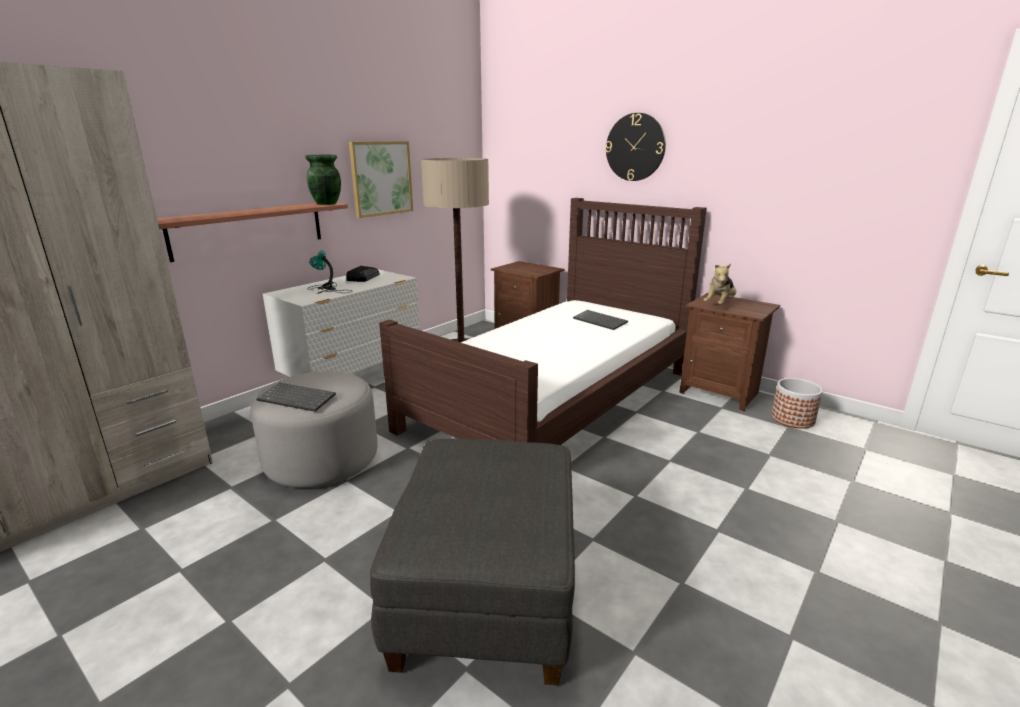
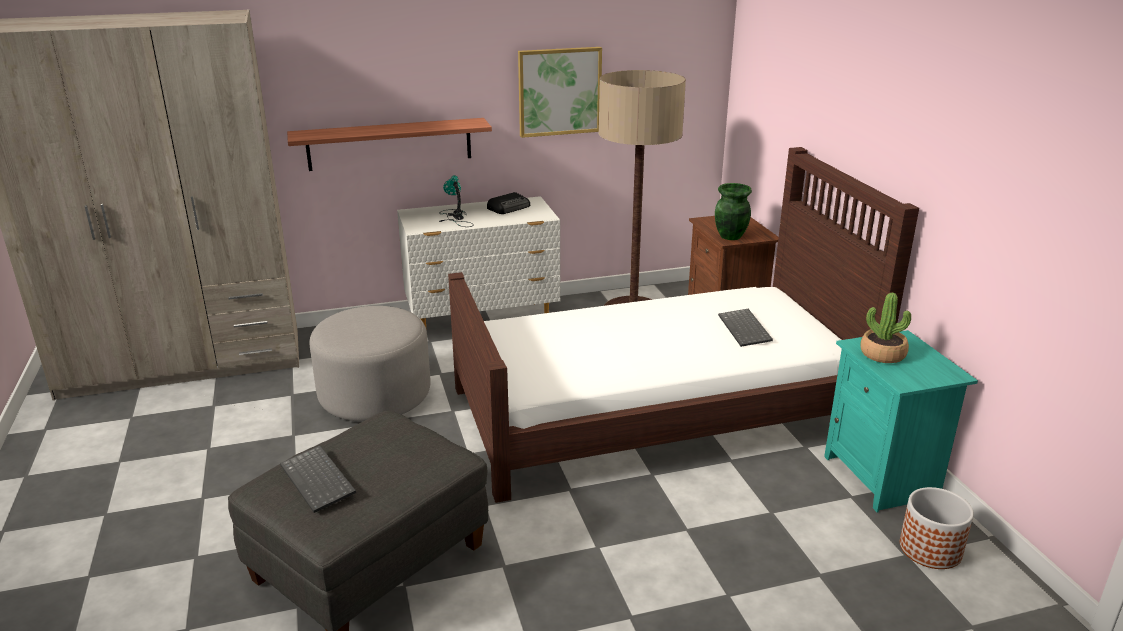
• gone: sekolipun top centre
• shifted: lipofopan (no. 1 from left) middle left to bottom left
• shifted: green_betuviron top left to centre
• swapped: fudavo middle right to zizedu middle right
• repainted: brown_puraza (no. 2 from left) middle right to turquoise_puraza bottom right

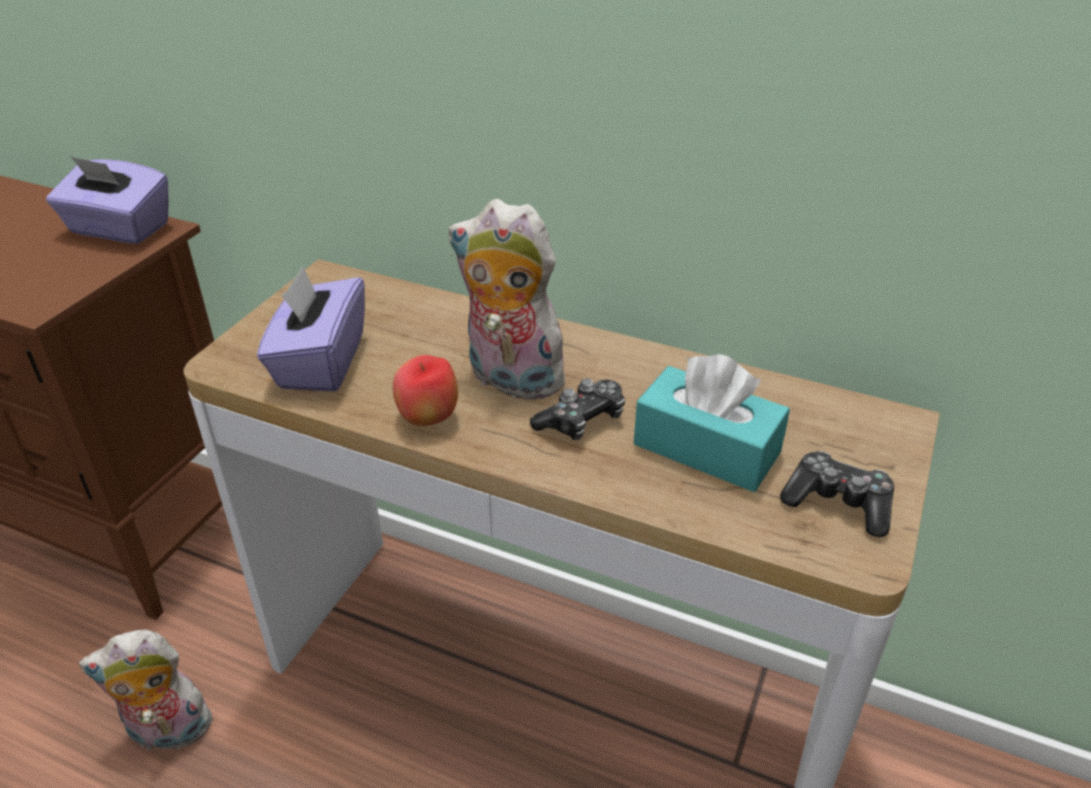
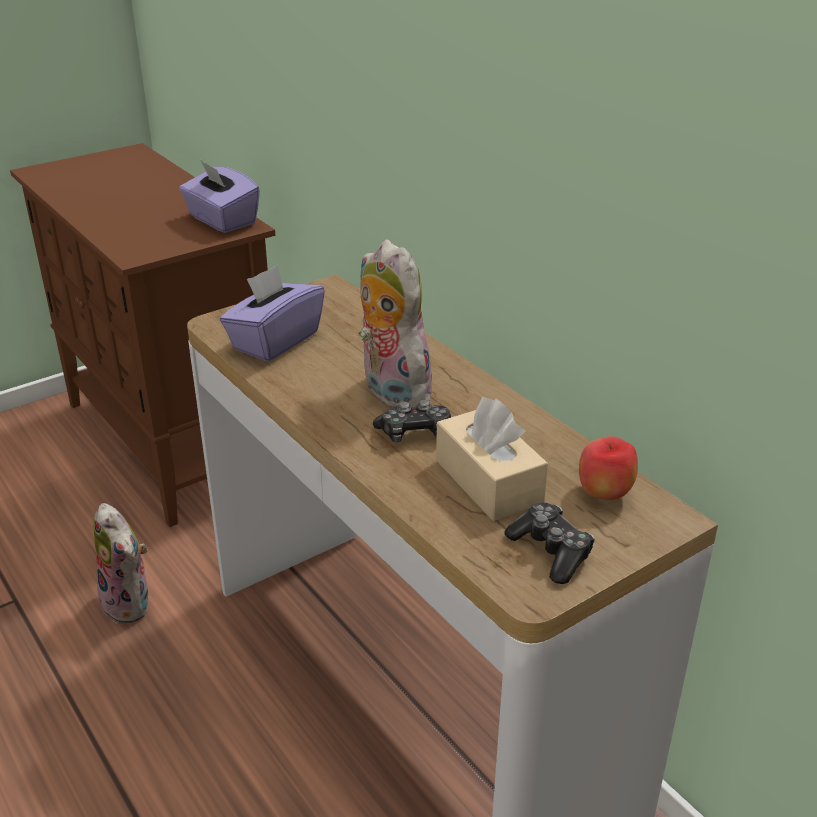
• shifted: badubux centre to middle right
• repainted: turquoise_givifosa centre to beige_givifosa centre
• rotated: fudavo (no. 1 from left) bottom left = bottom left 150 degrees counterclockwise

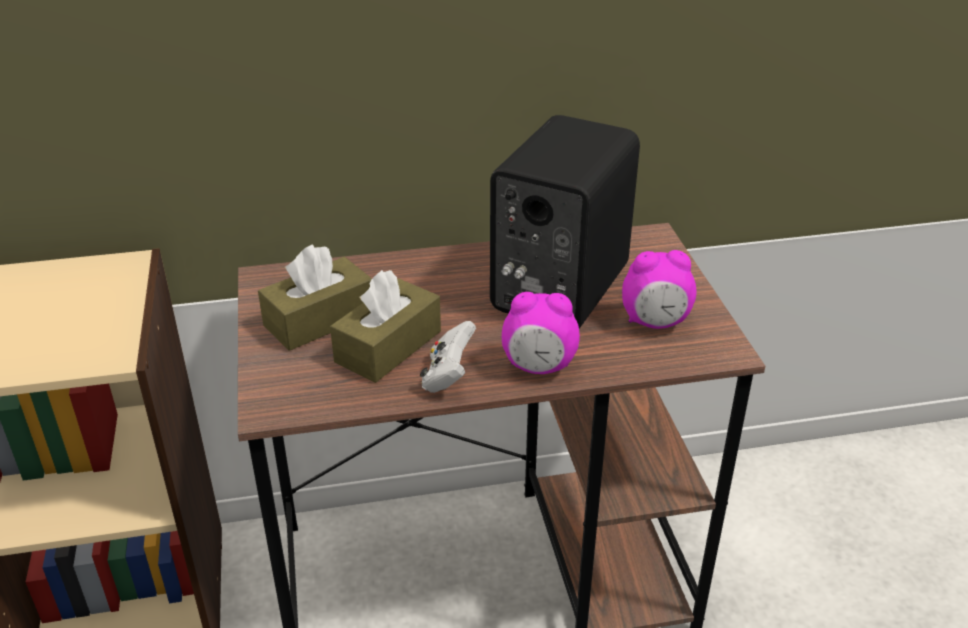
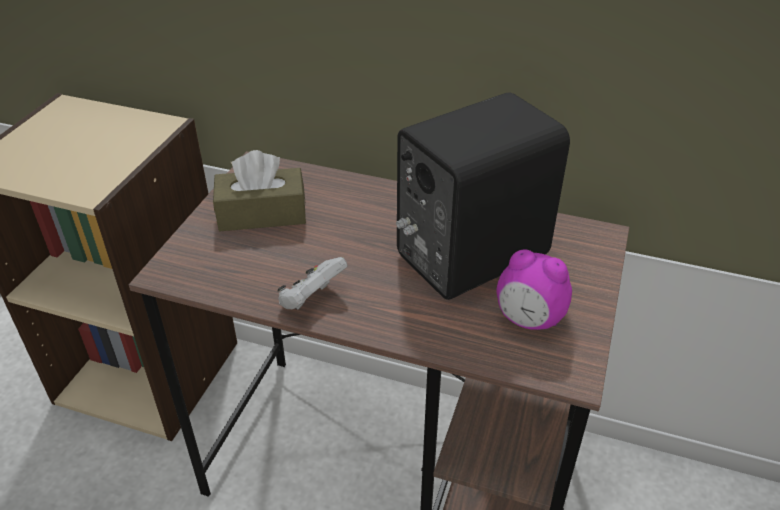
• gone: brown_givifosa (no. 2 from left) centre
• gone: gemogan (no. 1 from left) centre

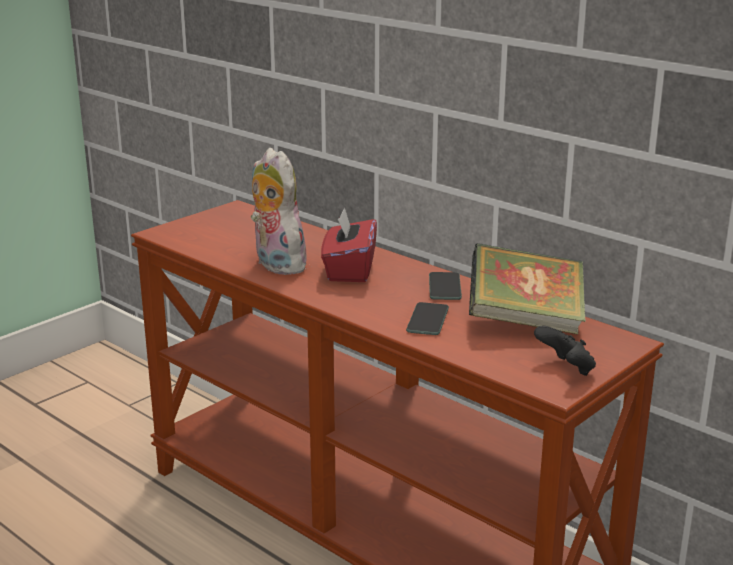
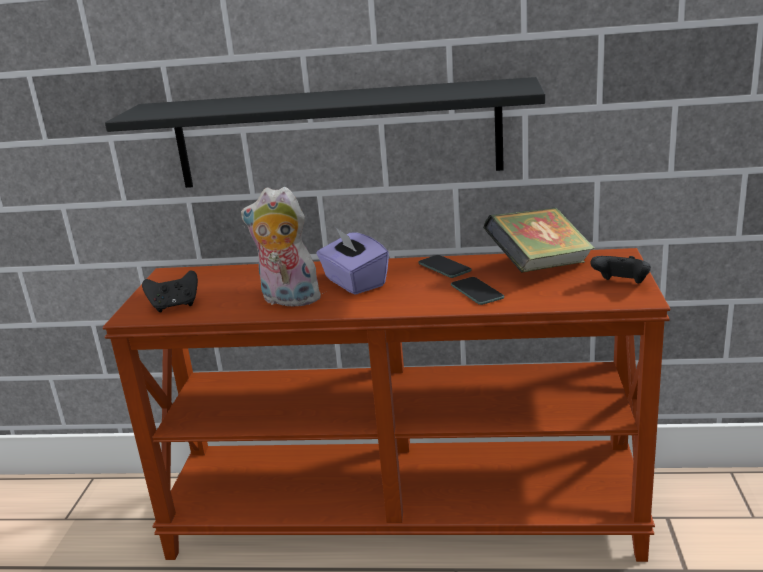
• new: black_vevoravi top centre
• new: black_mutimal (no. 1 from left) middle left
• repainted: red_givifosa centre to purple_givifosa centre

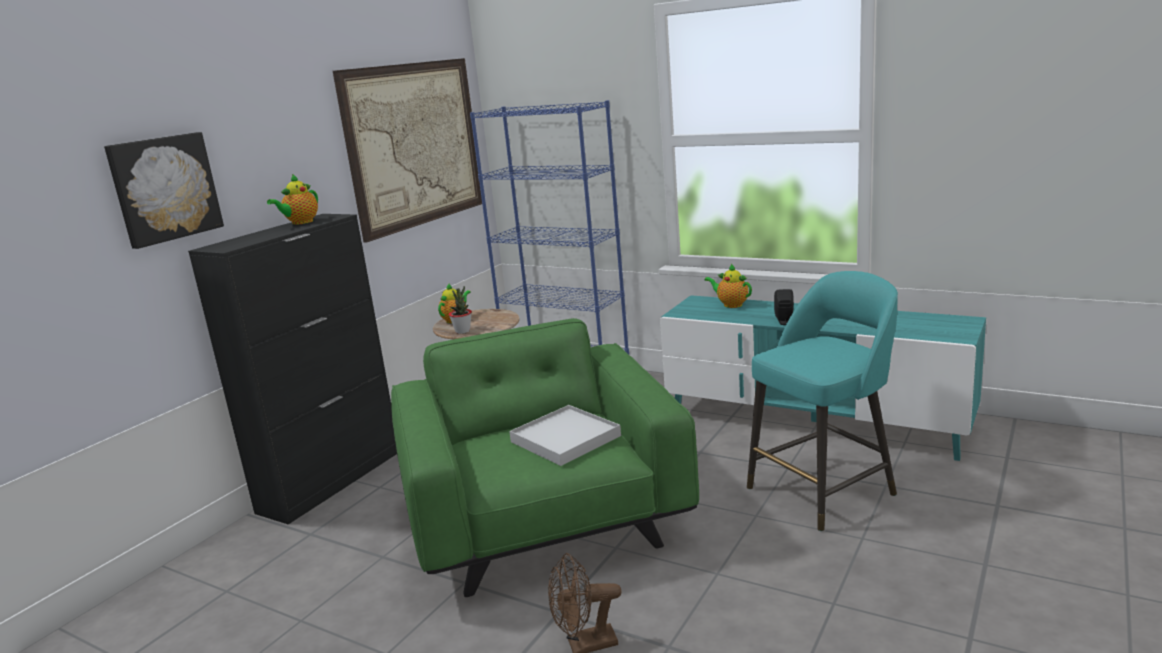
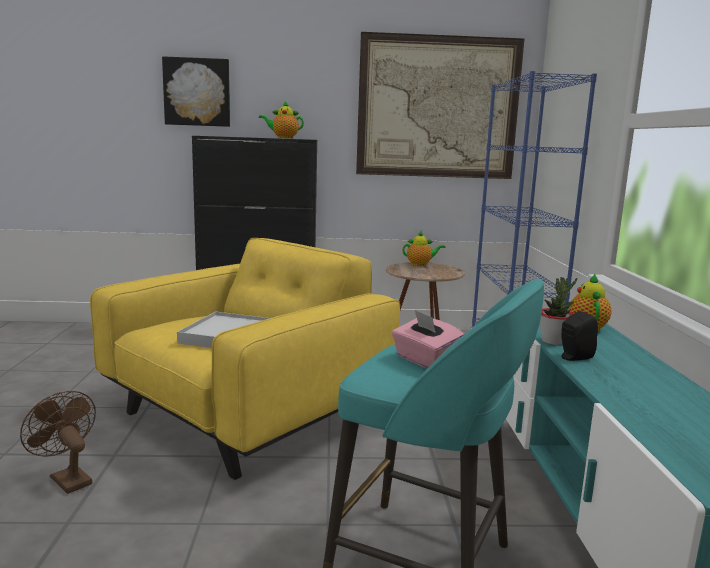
• new: pink_givifosa centre
• shifted: zizedu centre to middle right
• repainted: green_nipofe bottom centre to yellow_nipofe centre

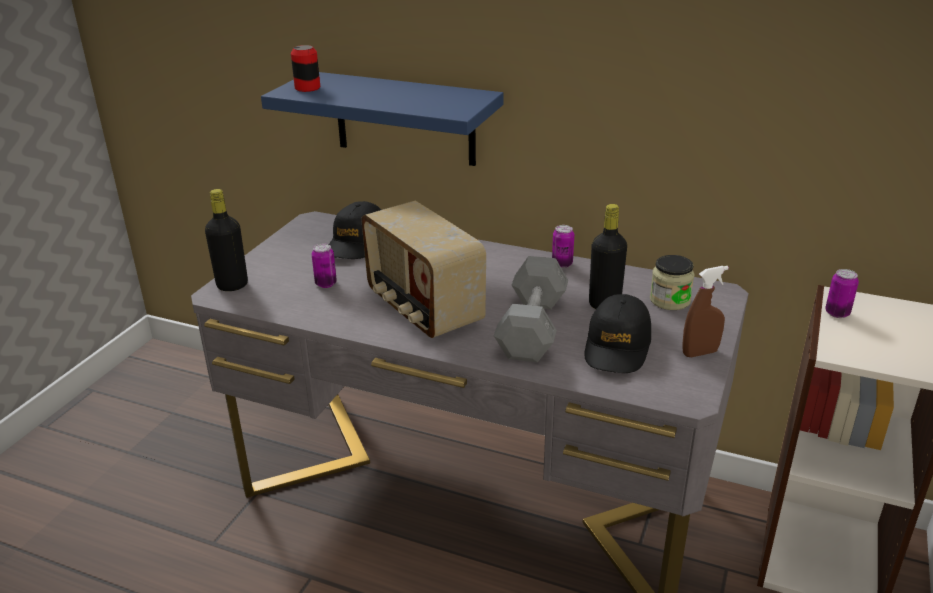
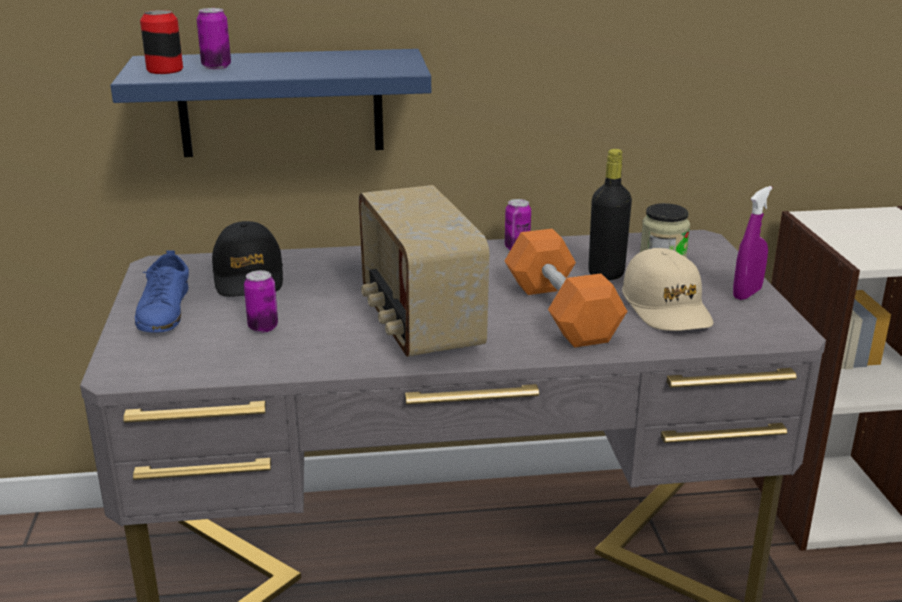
• gone: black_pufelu (no. 1 from left) middle left
• new: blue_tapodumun middle left
• shifted: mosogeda (no. 4 from left in the first image) middle right to mosogeda (no. 2 from left) top left
• repainted: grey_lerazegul centre to orange_lerazegul centre
• repainted: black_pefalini (no. 2 from left) centre to beige_pefalini middle right
• repainted: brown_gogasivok middle right to purple_gogasivok middle right
• rotated: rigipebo centre = centre 45 degrees clockwise

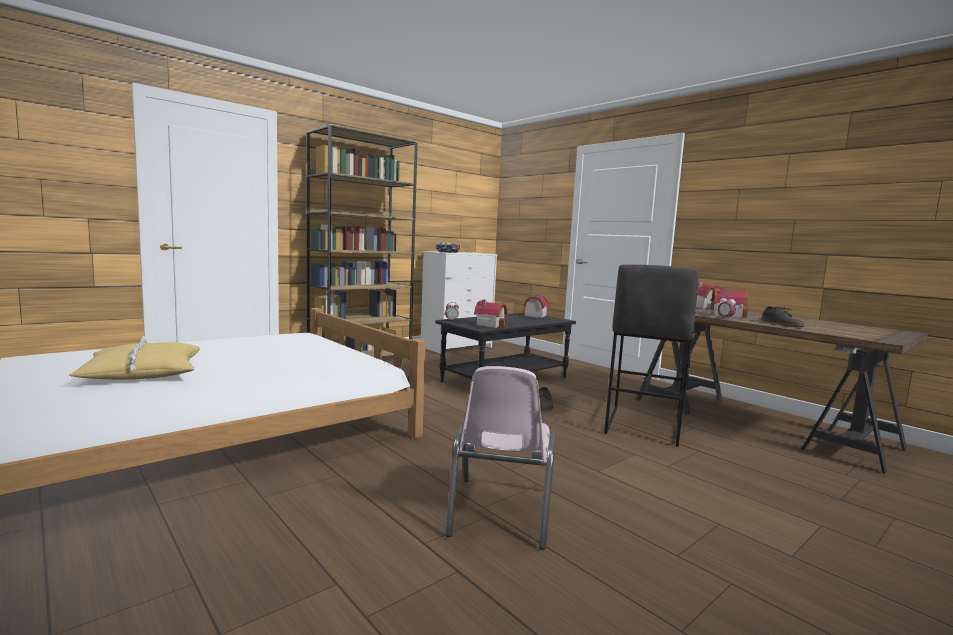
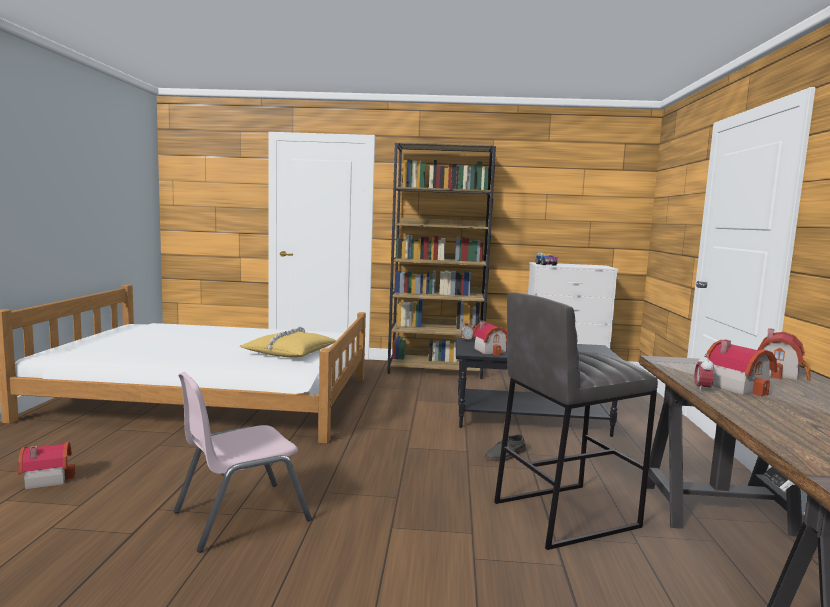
• gone: grey_tapodumun (no. 2 from left) middle right
• shifted: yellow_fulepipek middle left to centre
• shifted: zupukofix (no. 2 from left in the first image) centre to zupukofix (no. 1 from left) bottom left

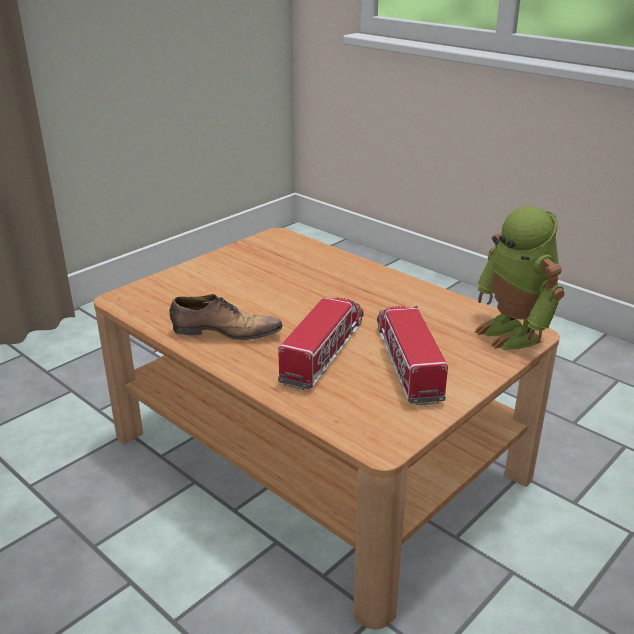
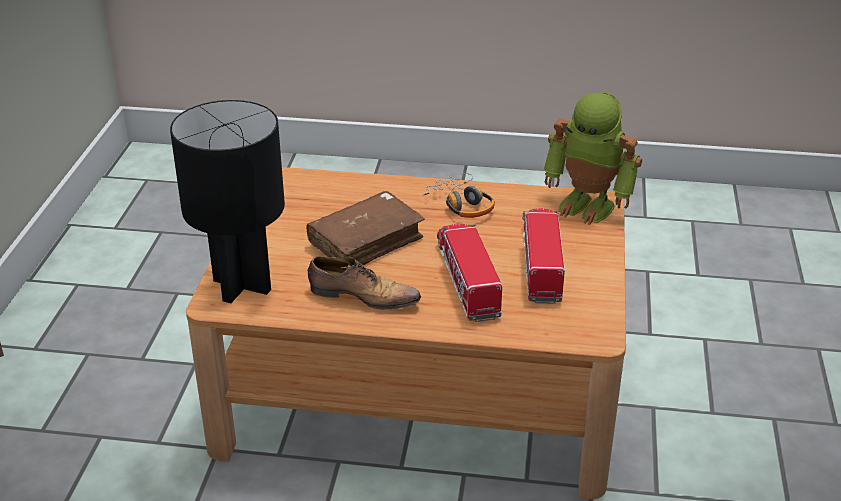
• new: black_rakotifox middle left
• new: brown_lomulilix centre
• new: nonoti centre
• rotated: tapodumun centre = centre 45 degrees clockwise
• rotated: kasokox (no. 2 from left) centre = centre 45 degrees clockwise

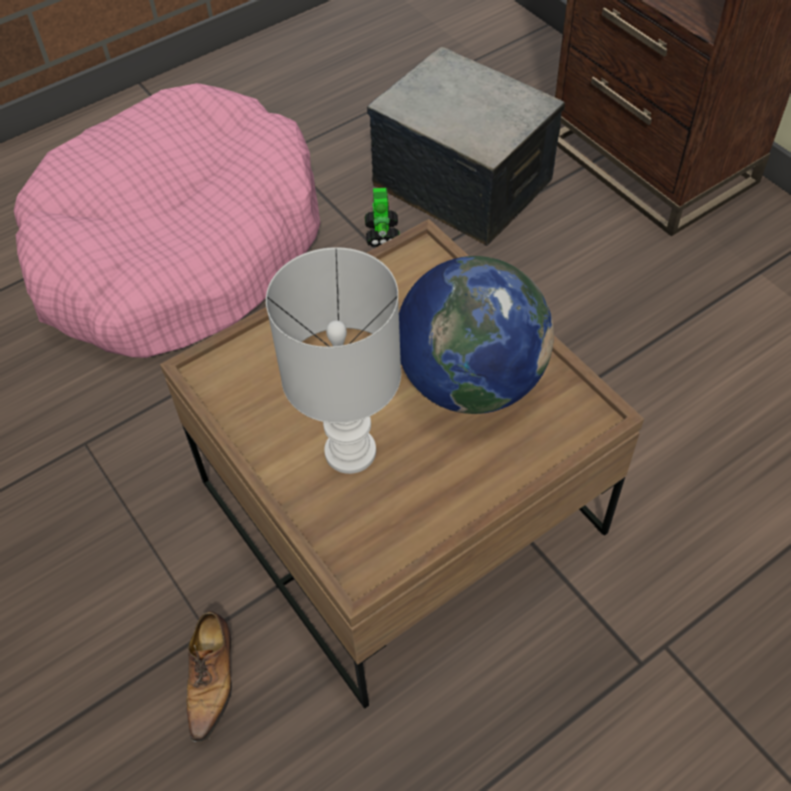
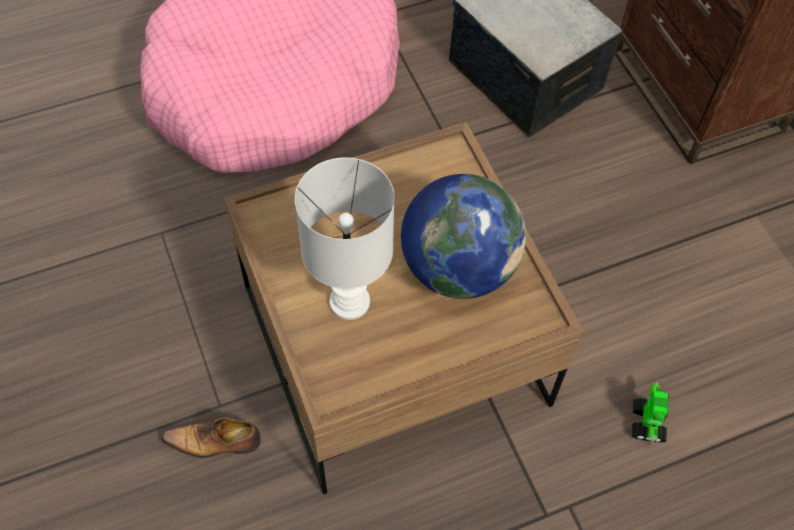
• shifted: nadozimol top centre to bottom right
• rotated: tapodumun bottom left = bottom left 75 degrees clockwise

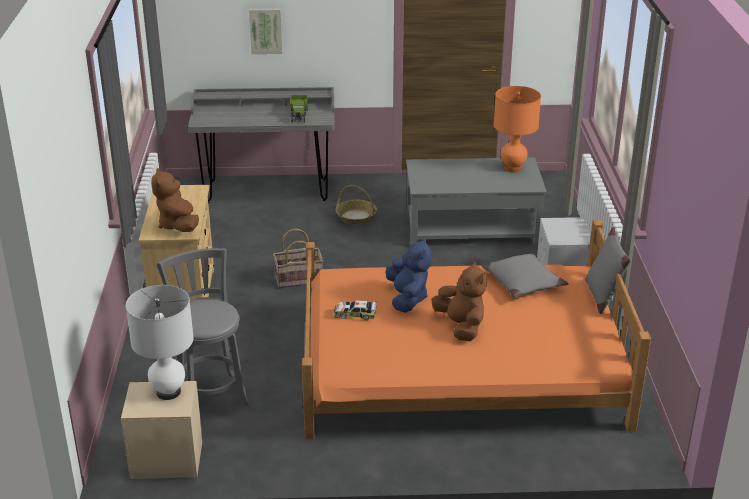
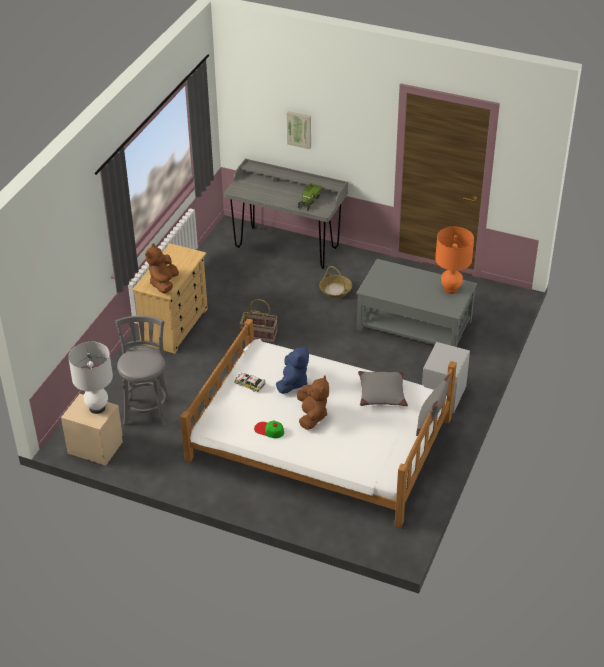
• new: pefalini centre
• repainted: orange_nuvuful centre to white_nuvuful centre

